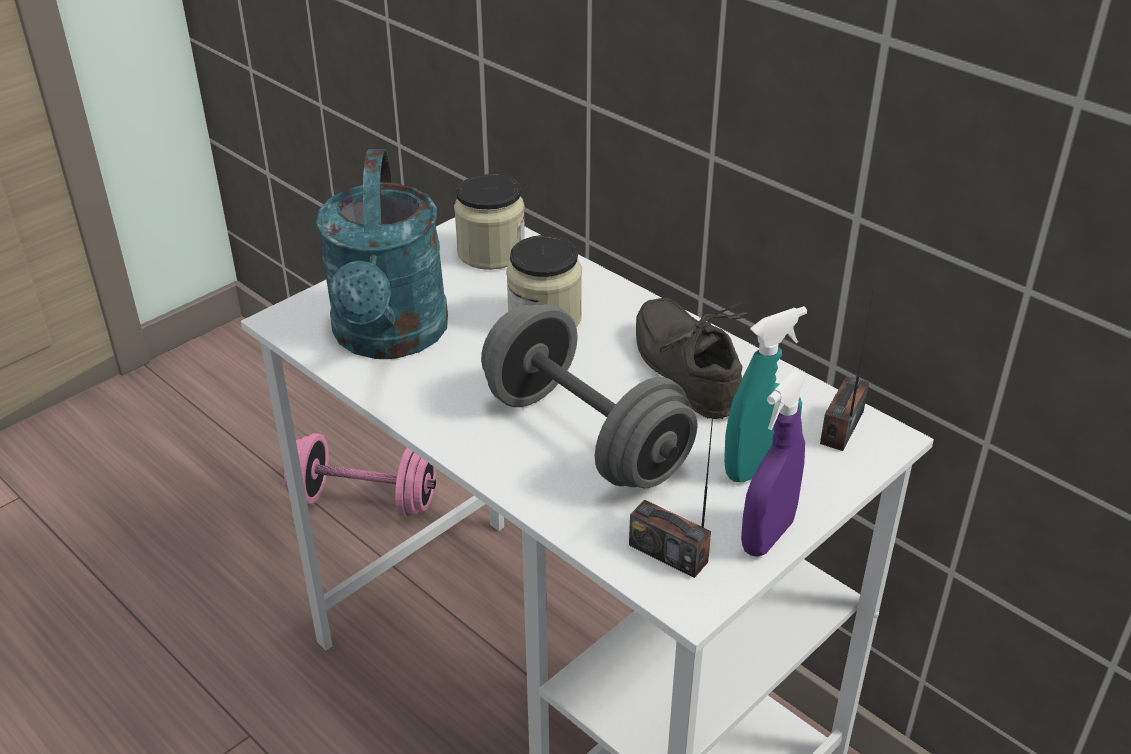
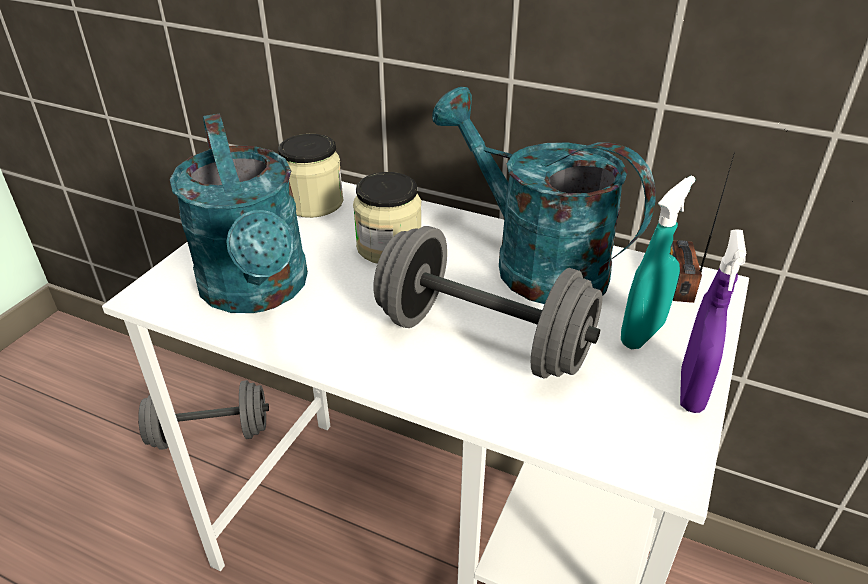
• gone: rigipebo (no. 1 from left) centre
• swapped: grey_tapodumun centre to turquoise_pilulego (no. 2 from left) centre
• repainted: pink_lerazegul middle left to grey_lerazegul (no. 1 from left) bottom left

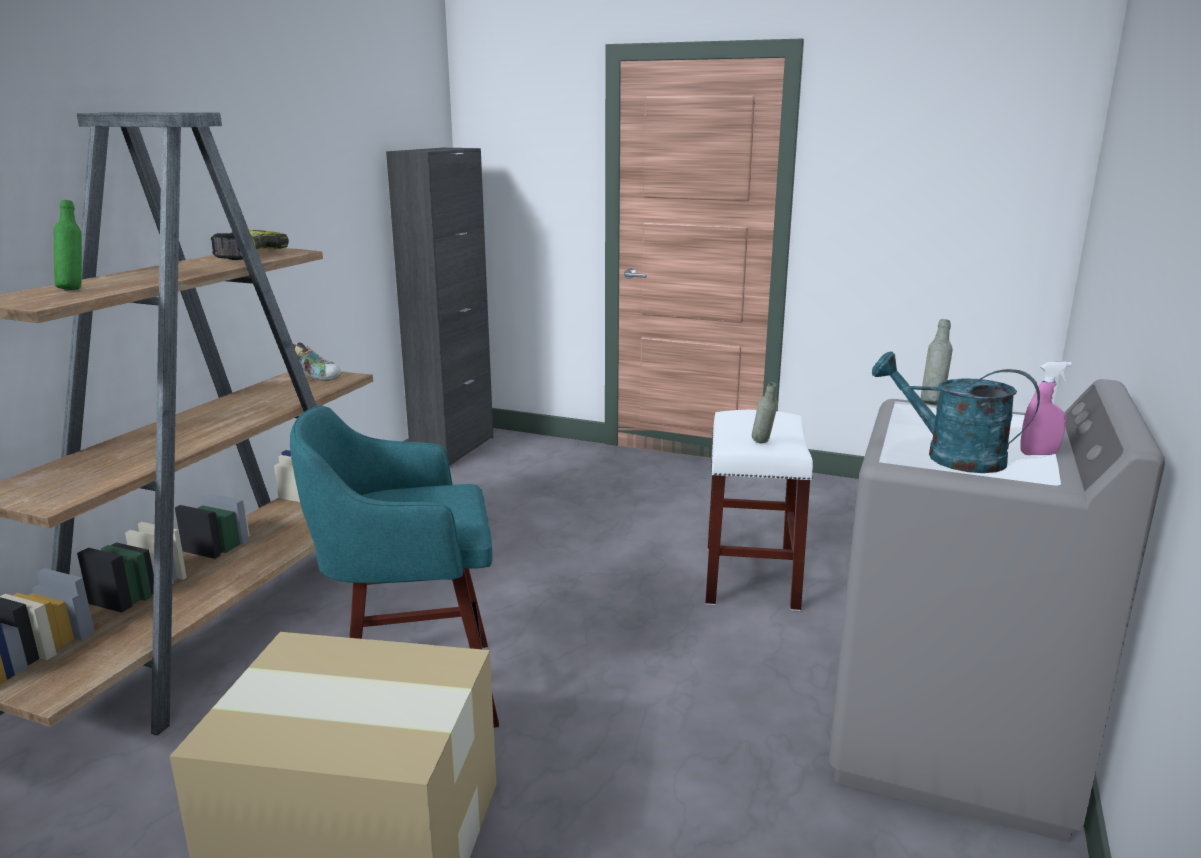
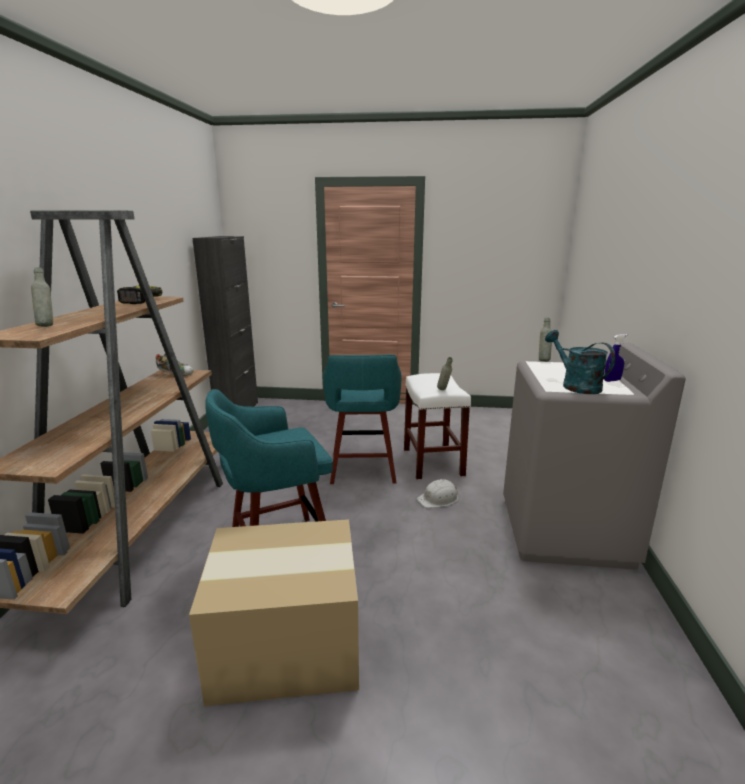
• new: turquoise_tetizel (no. 2 from left) centre
• new: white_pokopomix centre
• repainted: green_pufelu top left to grey_pufelu (no. 1 from left) middle left
• repainted: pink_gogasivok middle right to blue_gogasivok middle right
• rotated: turquoise_pilulego middle right = middle right 45 degrees clockwise

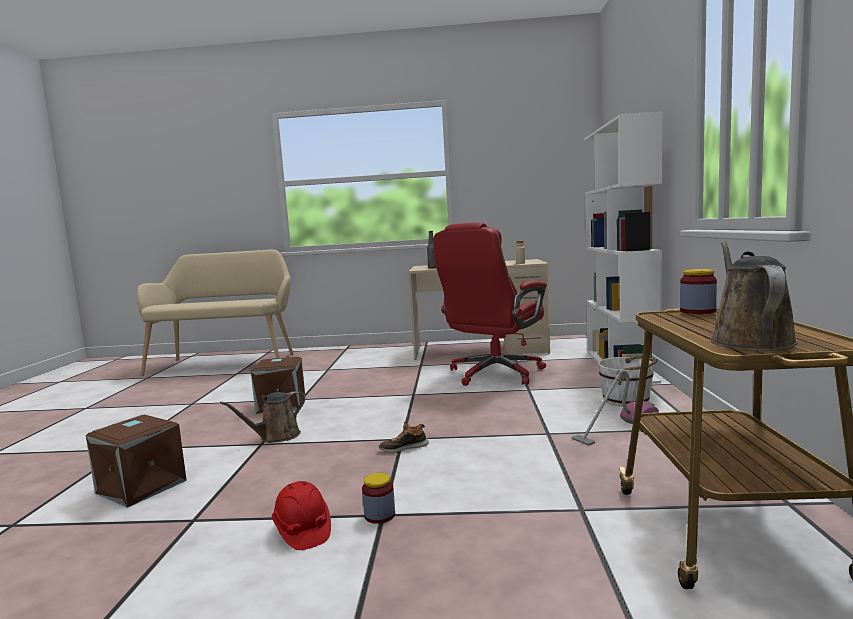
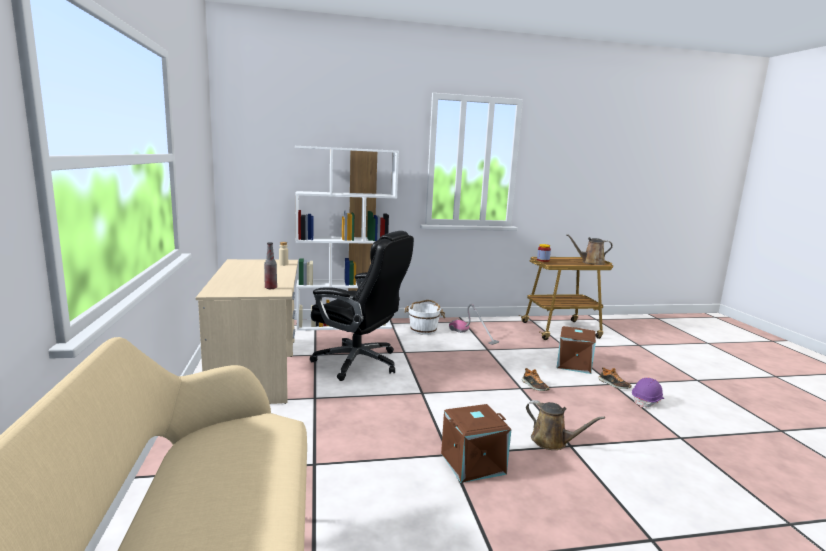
• shifted: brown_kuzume (no. 1 from left in the first image) bottom left to brown_kuzume (no. 2 from left) middle right
• swapped: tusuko (no. 1 from left) bottom centre to tapodumun (no. 2 from left) bottom right
• repainted: red_pokopomix bottom centre to purple_pokopomix bottom right
• repainted: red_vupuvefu centre to black_vupuvefu centre

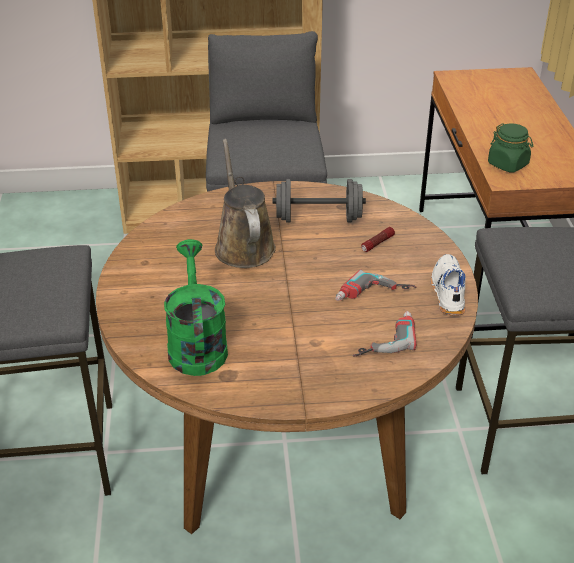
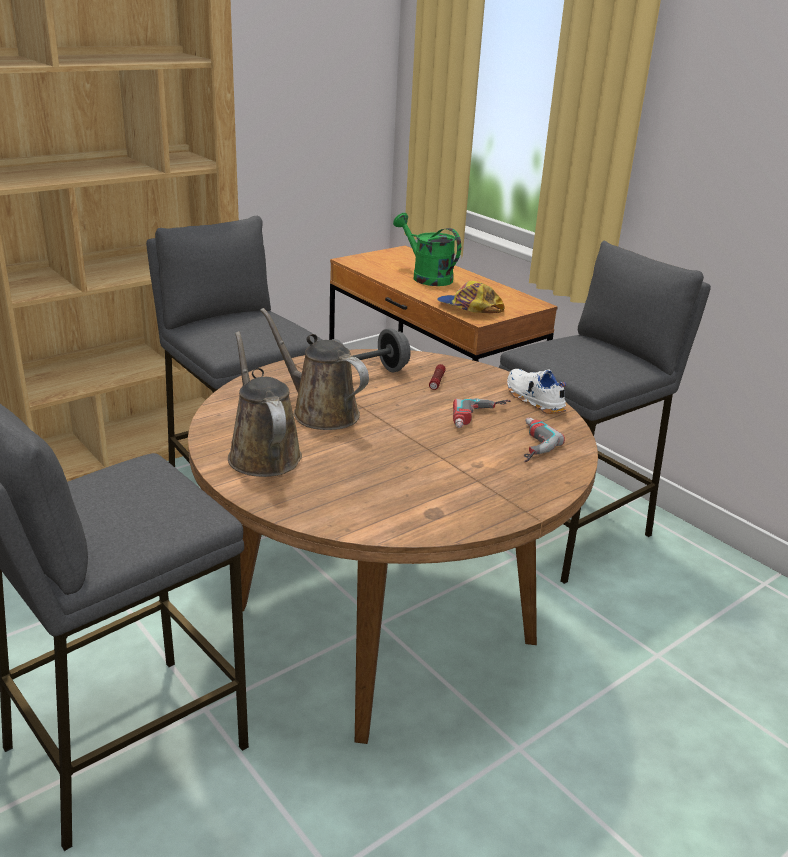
• new: brown_pilulego (no. 1 from left) centre
• shifted: green_pilulego centre to top centre
• swapped: green_tusuko top right to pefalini centre

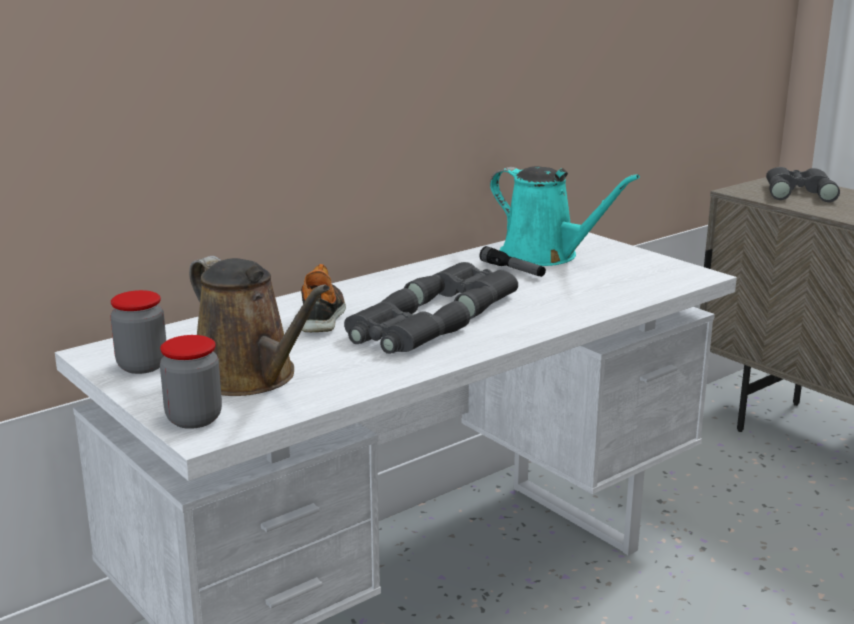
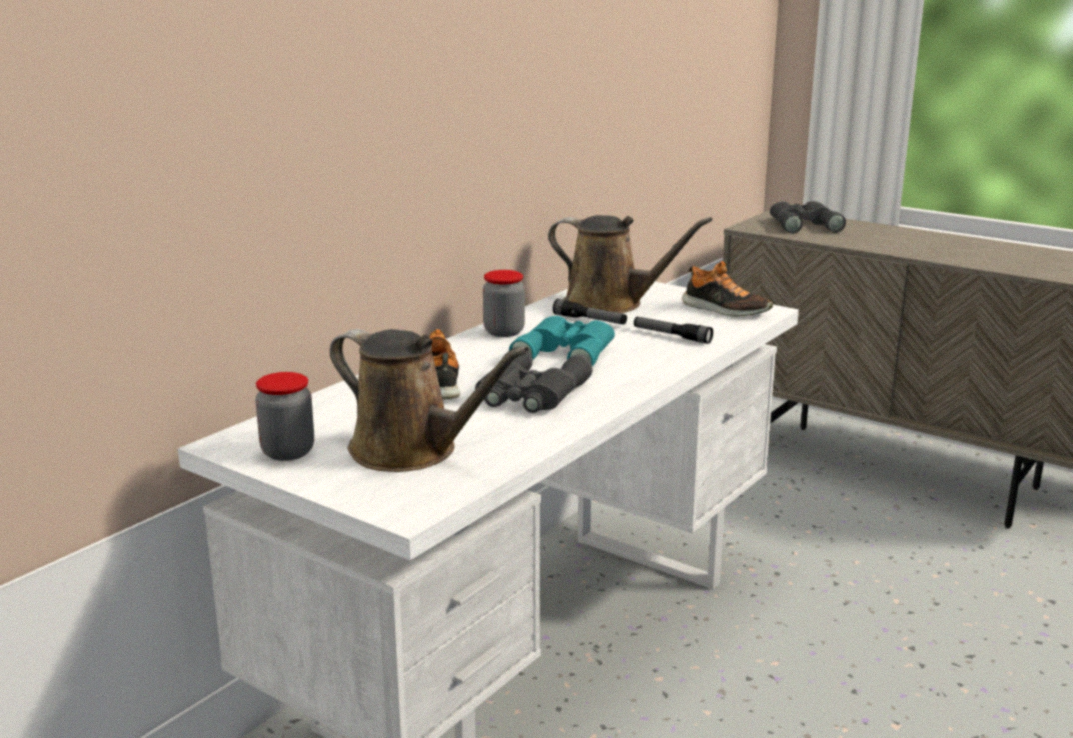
• new: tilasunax (no. 2 from left) centre
• new: tapodumun (no. 2 from left) middle right
• shifted: tusuko (no. 2 from left) middle left to centre
• repainted: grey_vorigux (no. 2 from left) centre to turquoise_vorigux centre
• repainted: turquoise_pilulego centre to brown_pilulego (no. 2 from left) centre

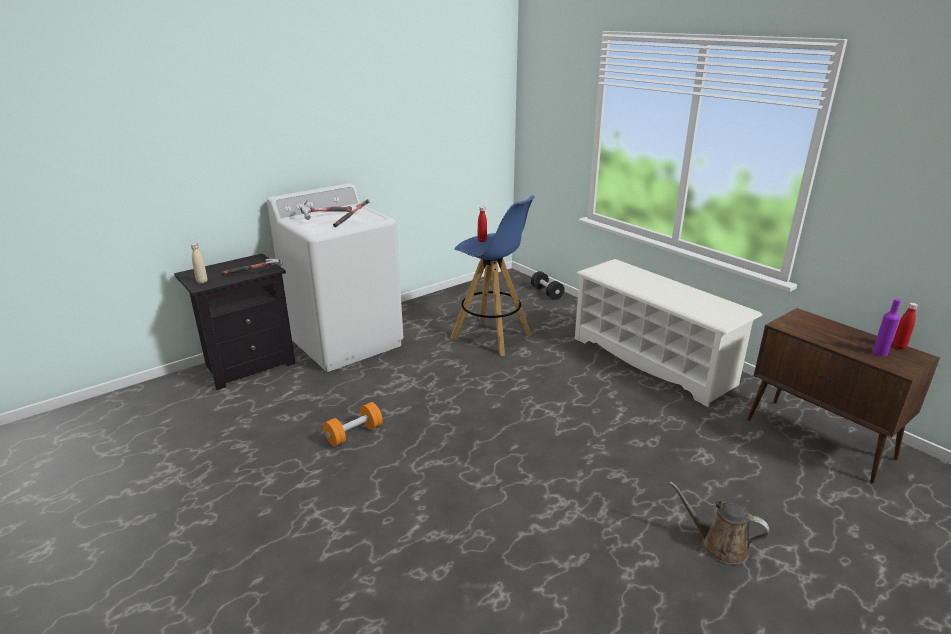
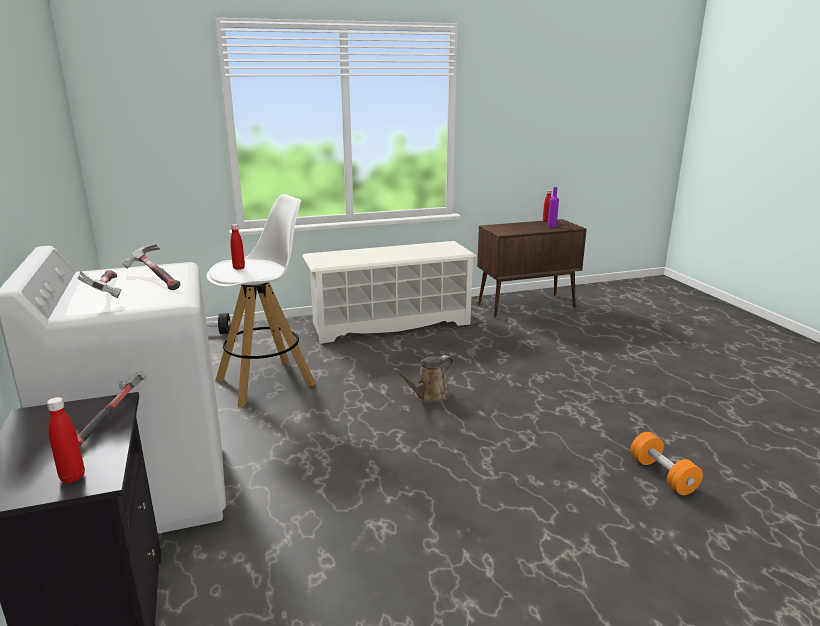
• shifted: orange_lerazegul bottom centre to bottom right
• shifted: brown_pilulego bottom right to centre
• repainted: beige_pufelu middle left to red_pufelu (no. 1 from left) bottom left
• repainted: blue_tetizel centre to white_tetizel middle left

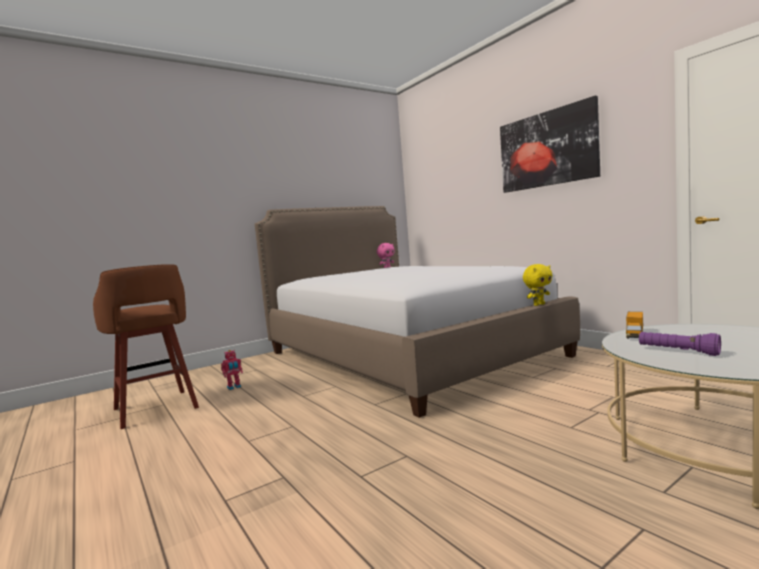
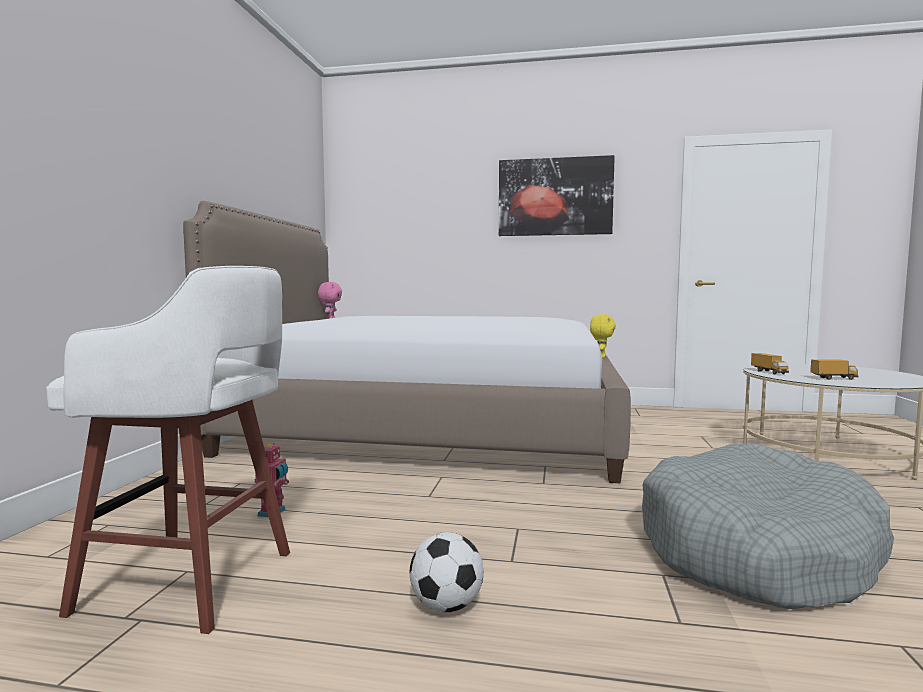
• new: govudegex bottom centre
• new: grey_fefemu bottom right
• swapped: purple_tilasunax middle right to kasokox (no. 2 from left) middle right
• repainted: brown_tetizel middle left to white_tetizel middle left

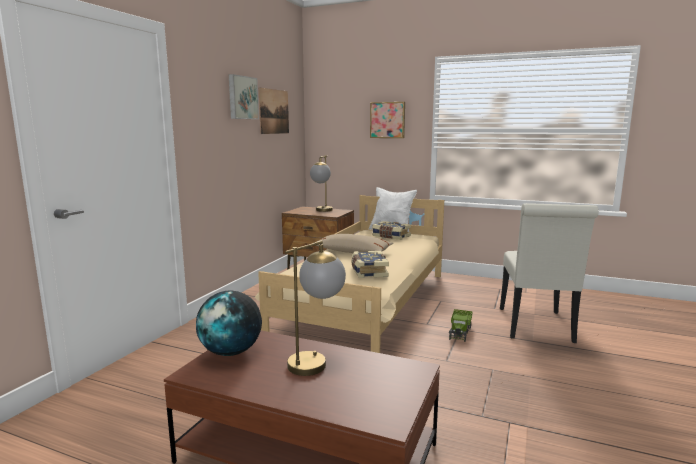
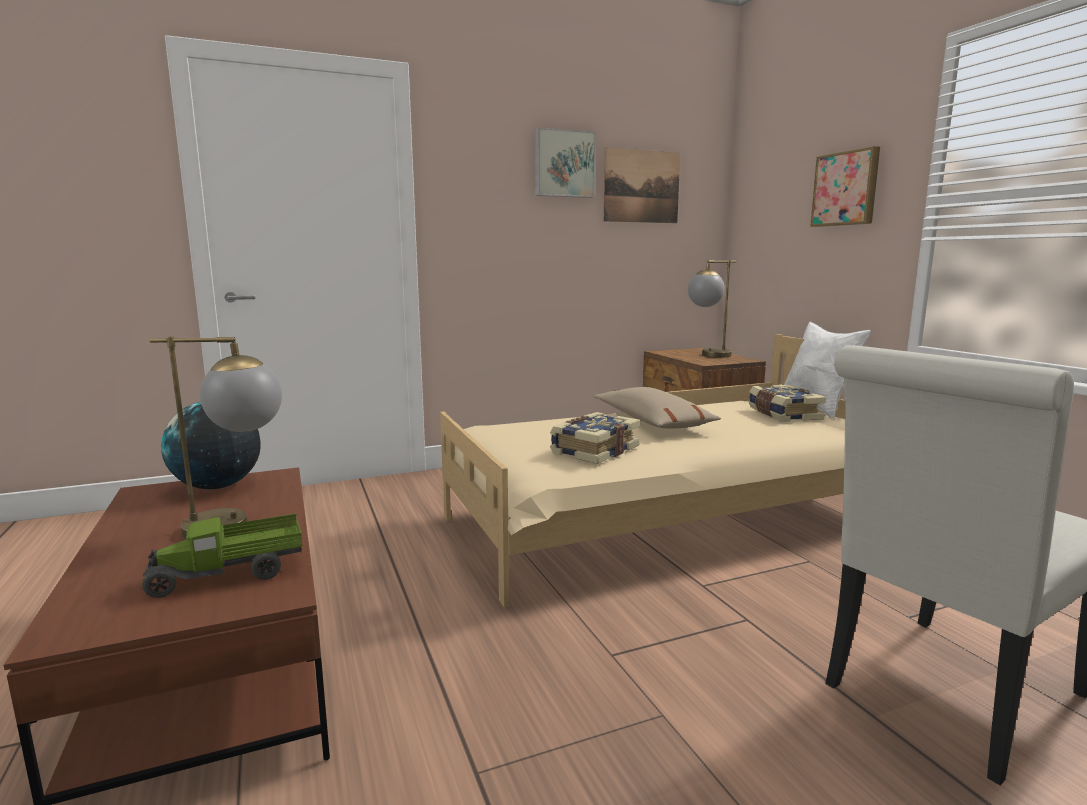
• shifted: kasokox bottom centre to bottom left

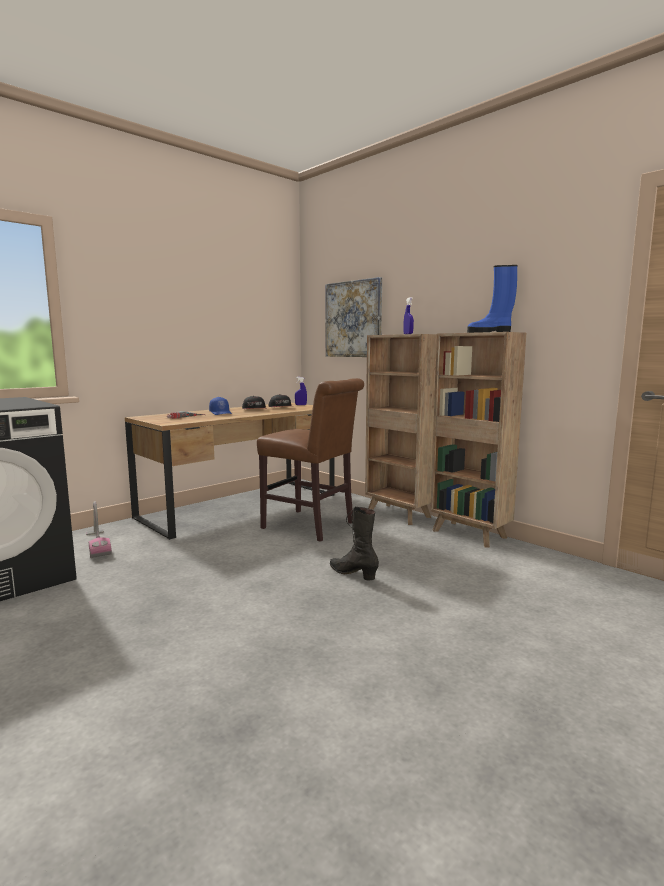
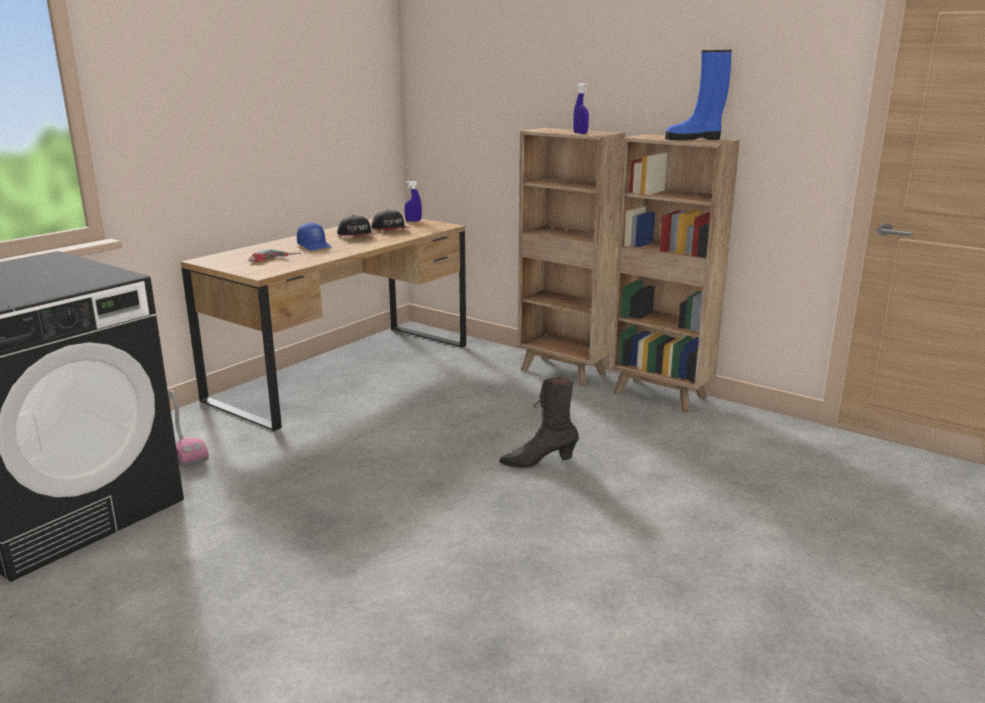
• gone: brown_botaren centre
• gone: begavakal centre
• rotated: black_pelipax centre = centre 45 degrees counterclockwise

